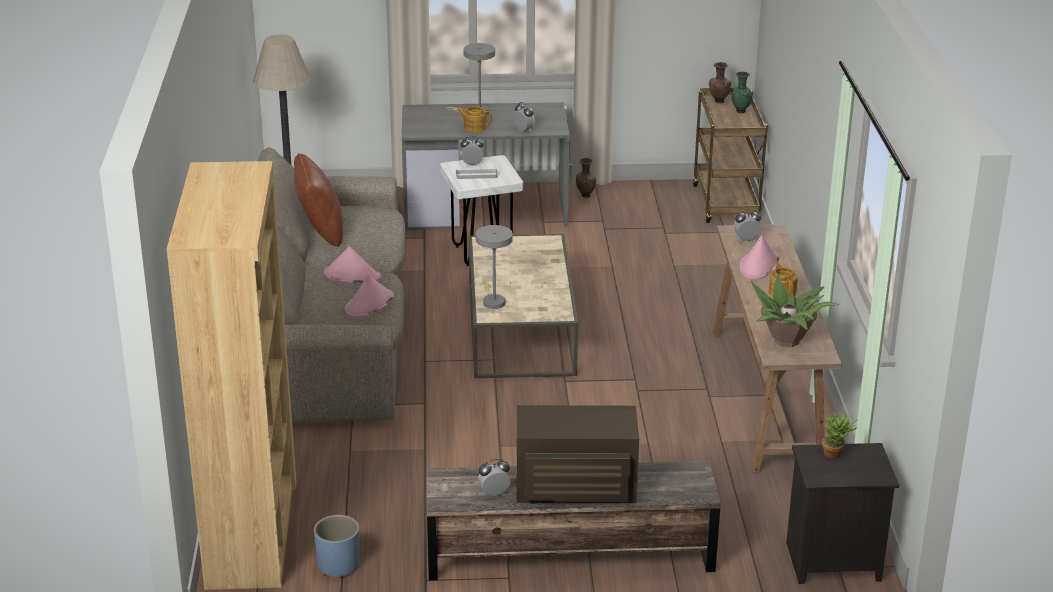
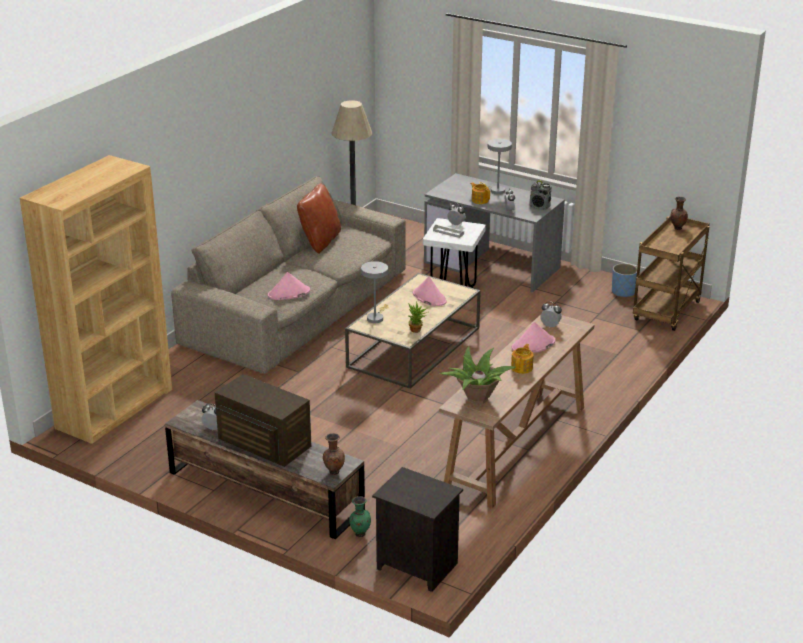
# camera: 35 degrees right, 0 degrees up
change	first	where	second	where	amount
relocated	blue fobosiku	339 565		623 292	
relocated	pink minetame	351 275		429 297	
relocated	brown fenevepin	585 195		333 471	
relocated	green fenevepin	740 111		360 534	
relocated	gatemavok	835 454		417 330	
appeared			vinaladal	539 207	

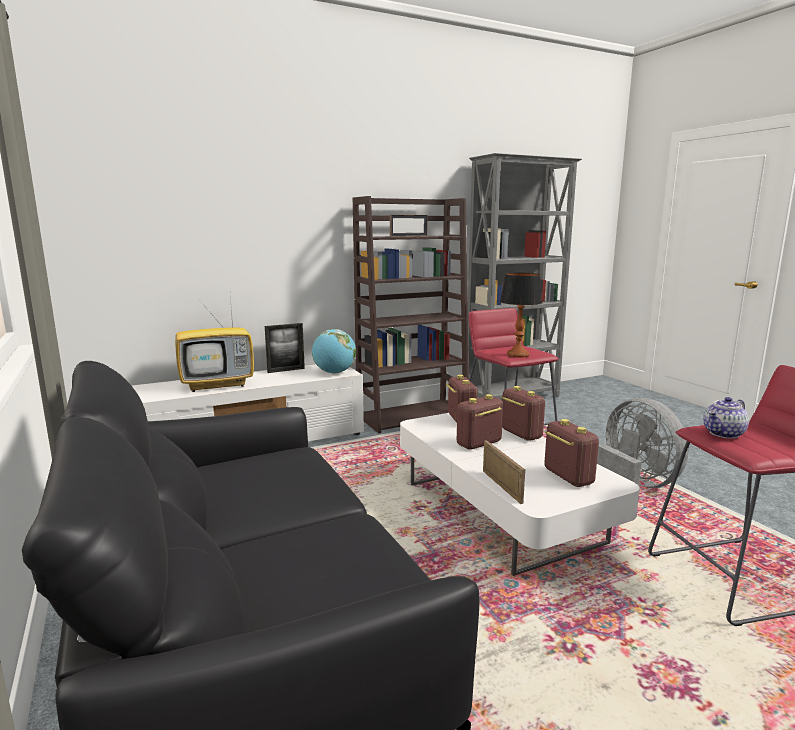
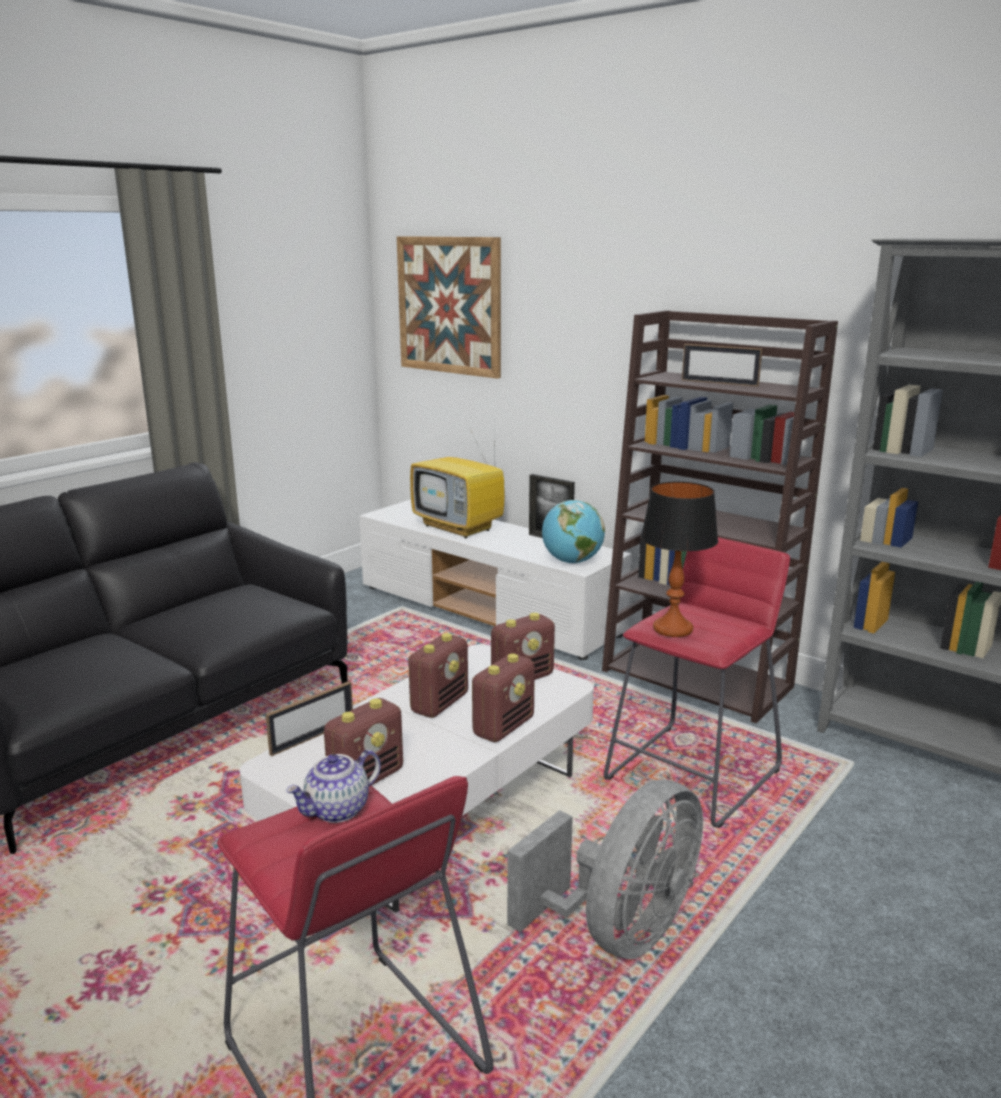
# camera: 65 degrees right, 5 degrees up
change	first	where	second	where	amount
spun	vinaladal	478 444		439 703	90 degrees clockwise
spun	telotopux	724 434		337 810	75 degrees counterclockwise
appeared			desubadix	449 305	

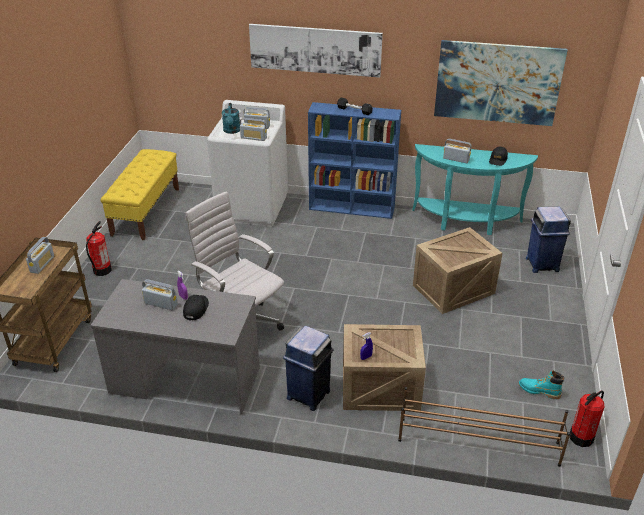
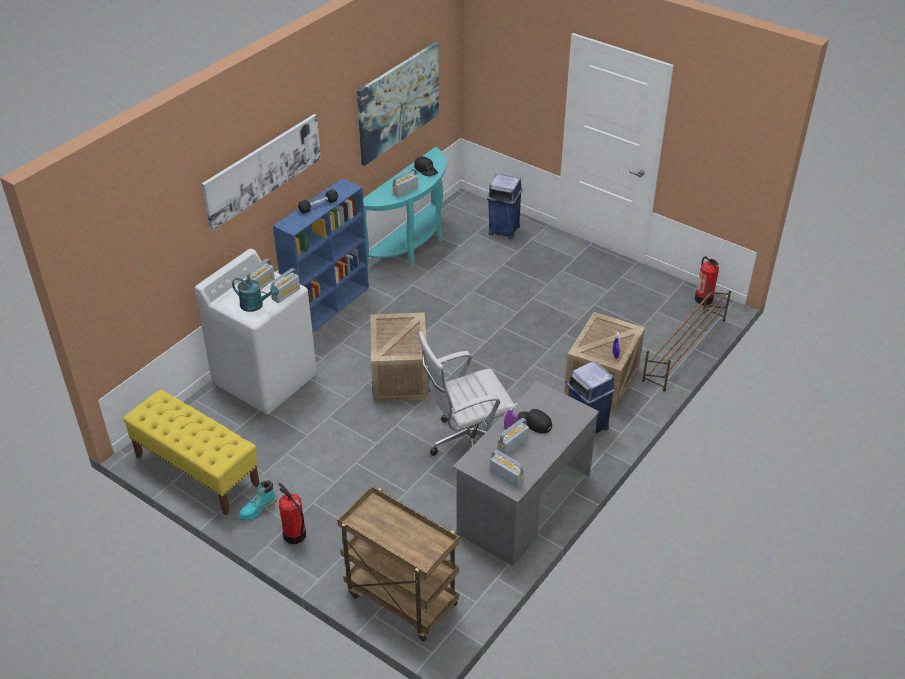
# camera: 65 degrees left, 5 degrees up
change	first	where	second	where	amount
relocated	vinaladal	42 264		506 477	
relocated	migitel	454 288		399 375	
relocated	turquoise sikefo	539 391		257 509	

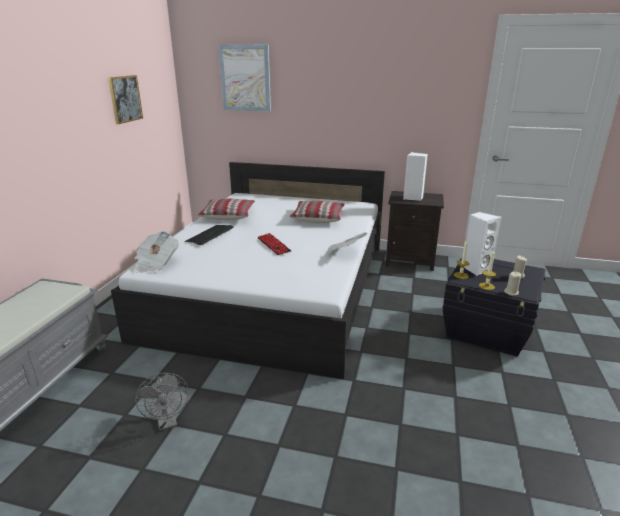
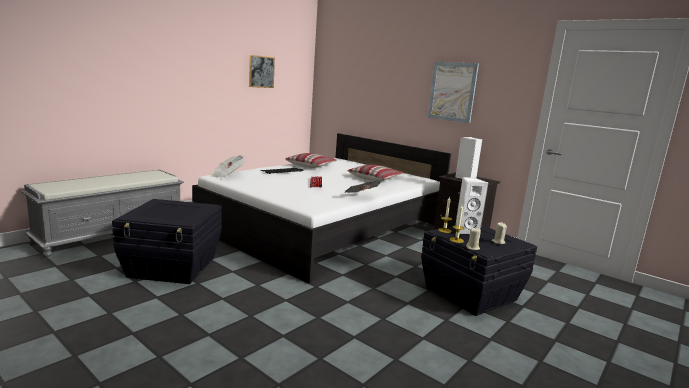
# camera: 25 degrees right, 10 degrees down
change	first	where	second	where	amount
exchanged	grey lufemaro	167 422	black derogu	173 267	
relocated	desubadix	245 78		452 91	

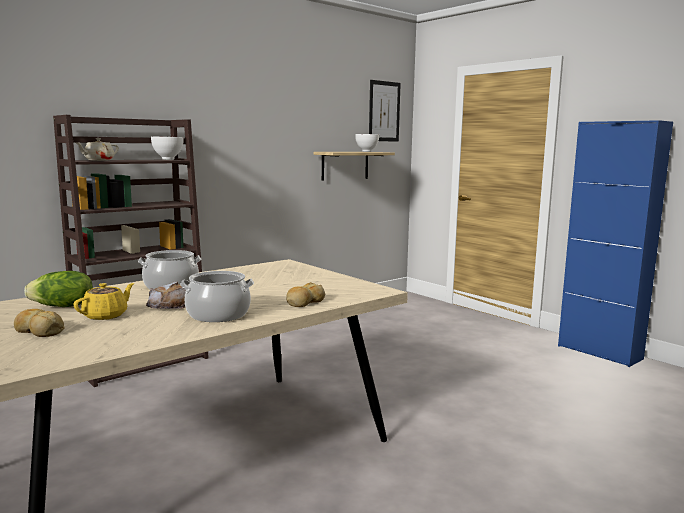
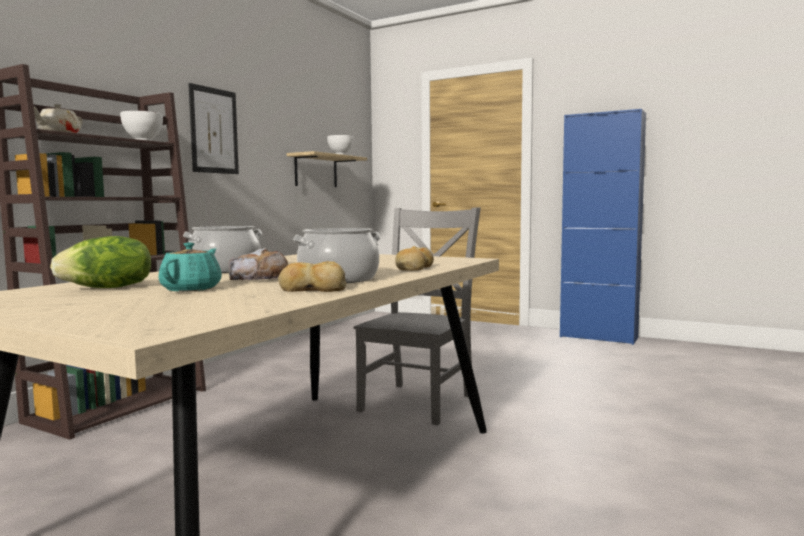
# camera: 20 degrees left, 5 degrees down
change	first	where	second	where	amount
relocated	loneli	39 331		312 289	
colour	yellow telotopux	106 316	turquoise telotopux	192 289	
relocated	desubadix	384 111		214 130	
appeared			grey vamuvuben	419 401	

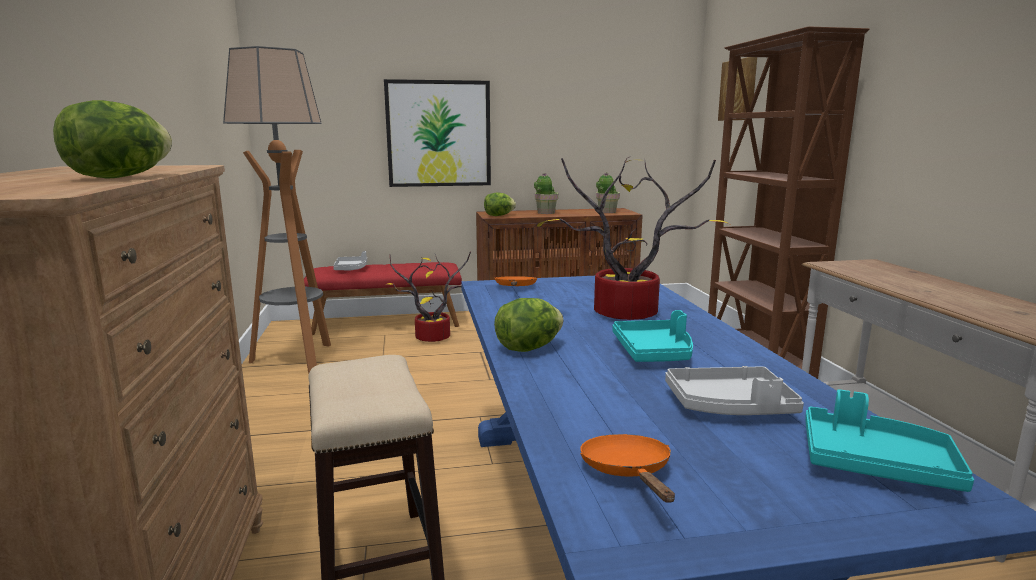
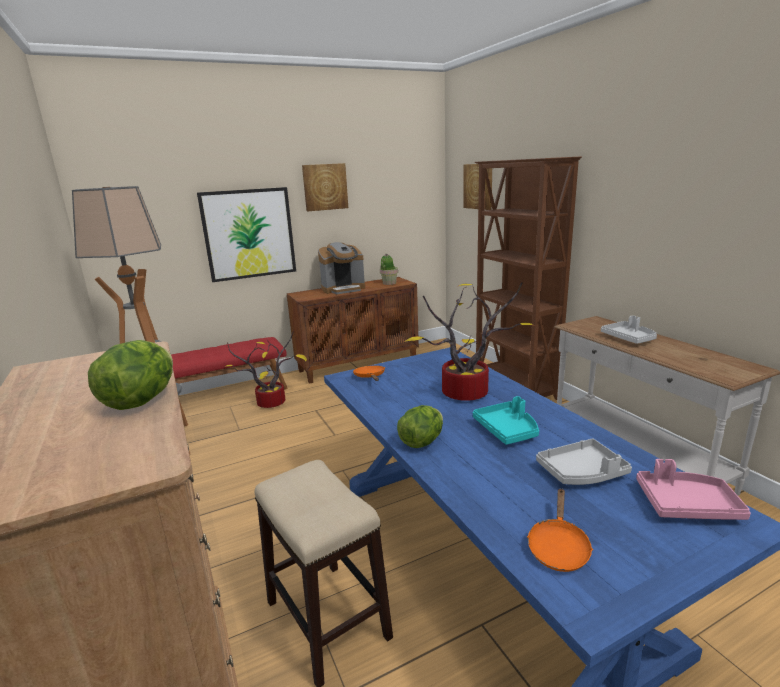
# camera: 15 degrees left, 5 degrees up
change	first	where	second	where	amount
relocated	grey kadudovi	351 269		629 338	
missing	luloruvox	498 216			
exchanged	gatemavok	545 213	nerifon	343 289	
spun	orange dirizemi	628 472		558 547	135 degrees counterclockwise
colour	turquoise kadudovi	875 464	pink kadudovi	686 505	
appeared			desubadix	325 187	

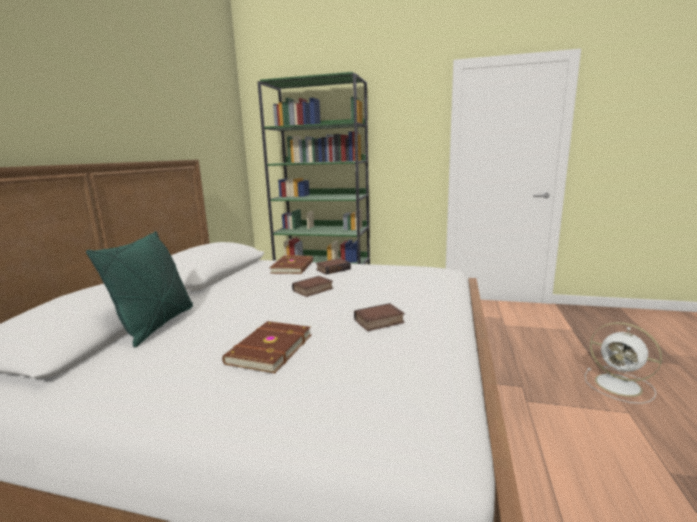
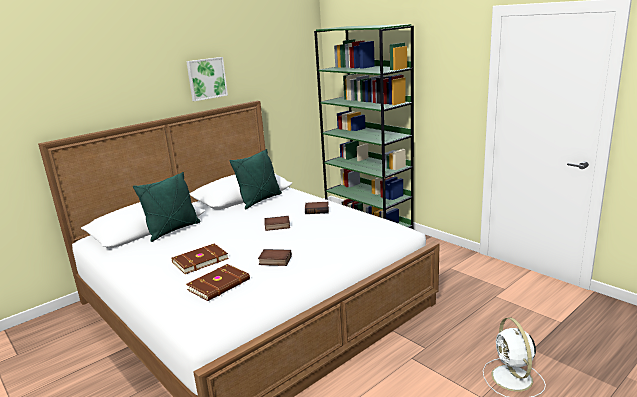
# camera: 35 degrees right, 5 degrees up
change	first	where	second	where	amount
relocated	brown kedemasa	293 267		219 285	
appeared			desubadix	206 78	
appeared			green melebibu	260 200	

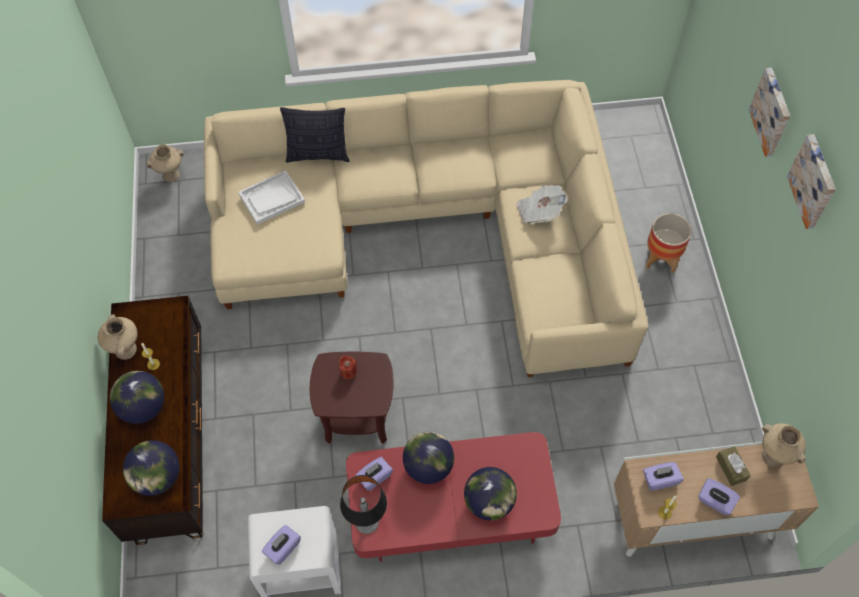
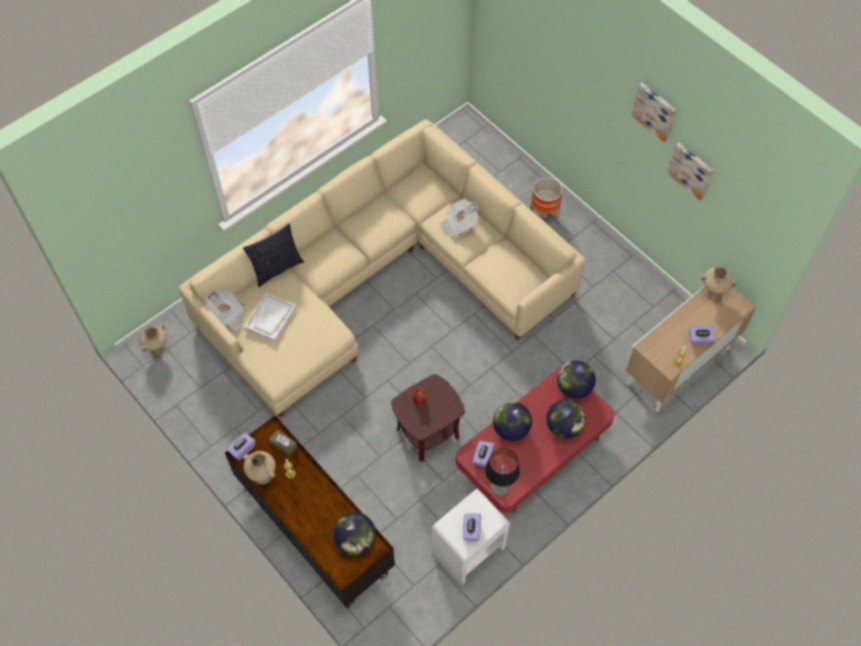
# camera: 35 degrees left, 0 degrees up
change	first	where	second	where	amount
relocated	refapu	143 407		574 388	
relocated	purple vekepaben	660 480		242 449	
relocated	brown vekepaben	731 468		283 445	
relocated	desubadix	772 112		691 170	
appeared			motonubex	228 315	

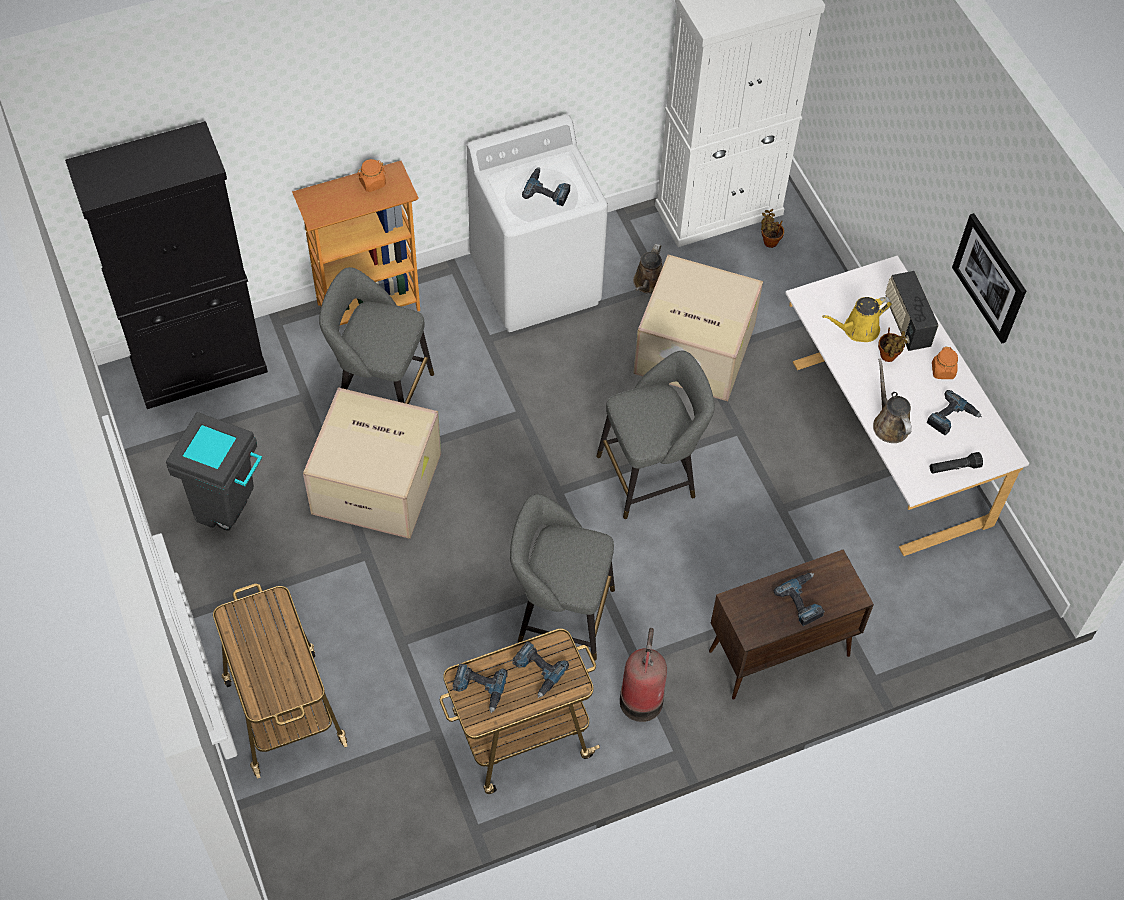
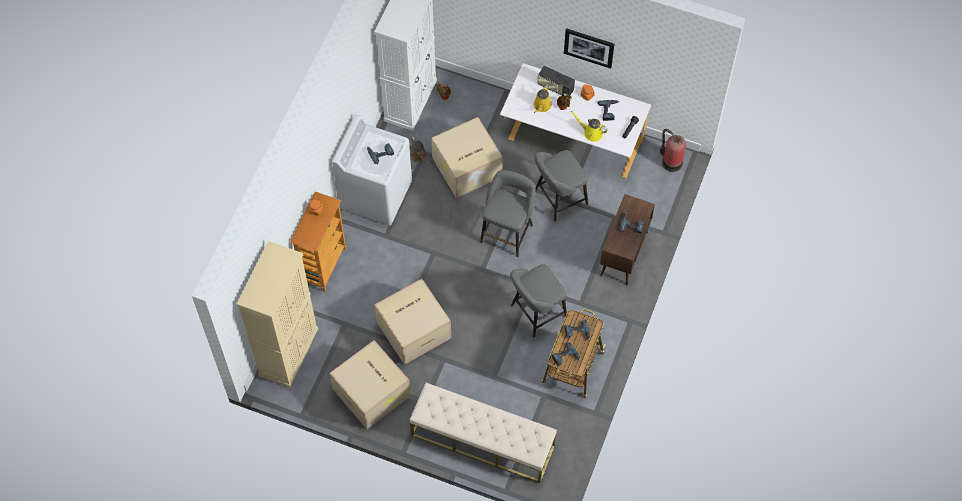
# camera: 45 degrees left, 5 degrees up
change	first	where	second	where	amount
colour	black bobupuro	200 367	beige bobupuro	288 352	
exchanged	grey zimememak	230 511	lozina	373 393	
exchanged	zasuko	284 709	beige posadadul	482 440	
relocated	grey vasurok	380 392		558 199	
relocated	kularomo	641 697		671 161	
colour	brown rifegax	889 424	yellow rifegax	591 133	

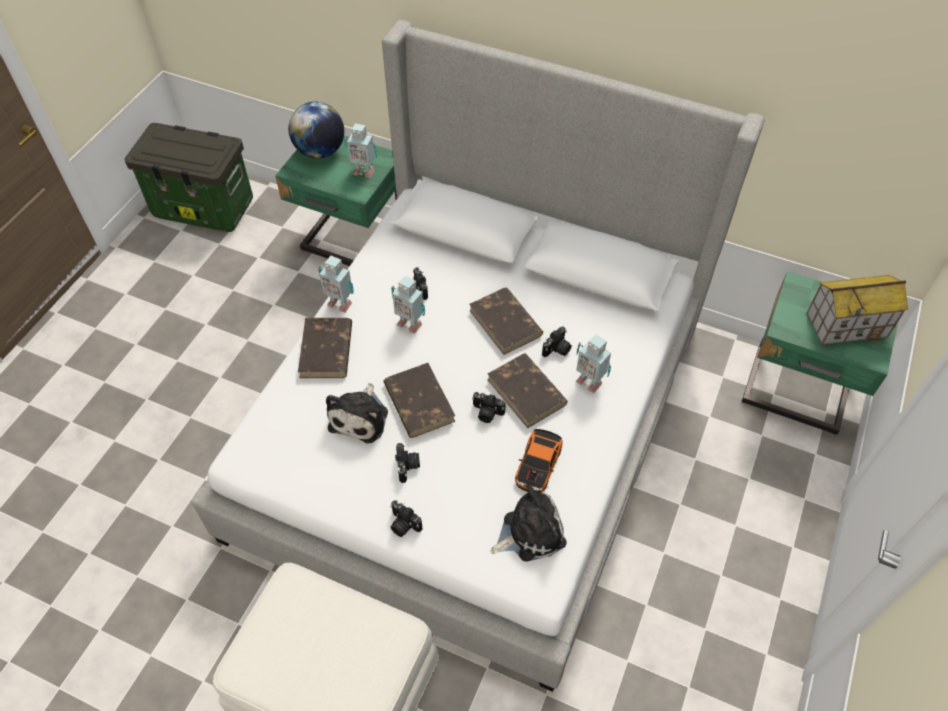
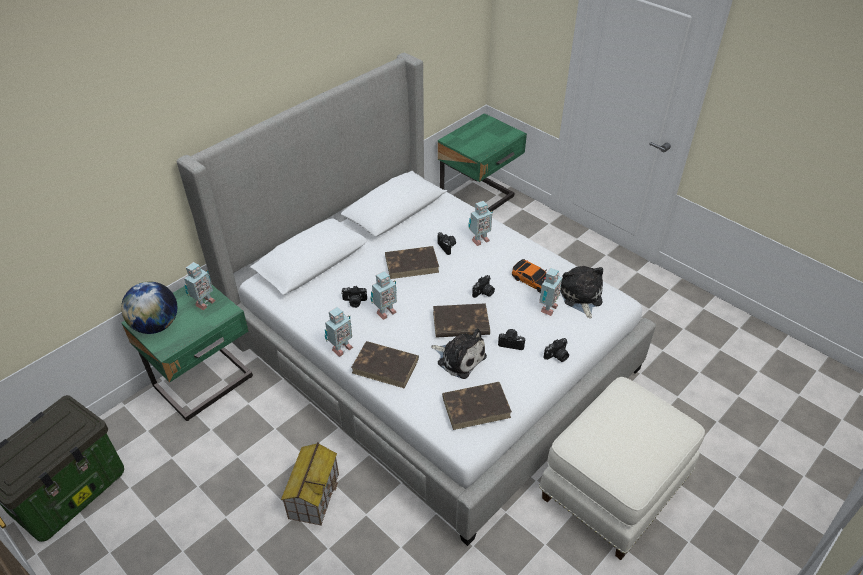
# camera: 70 degrees left, 10 degrees down
change	first	where	second	where	amount
relocated	brown kedemasa	527 392		476 407	
relocated	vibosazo	847 324		313 495	
appeared			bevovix	547 308	

